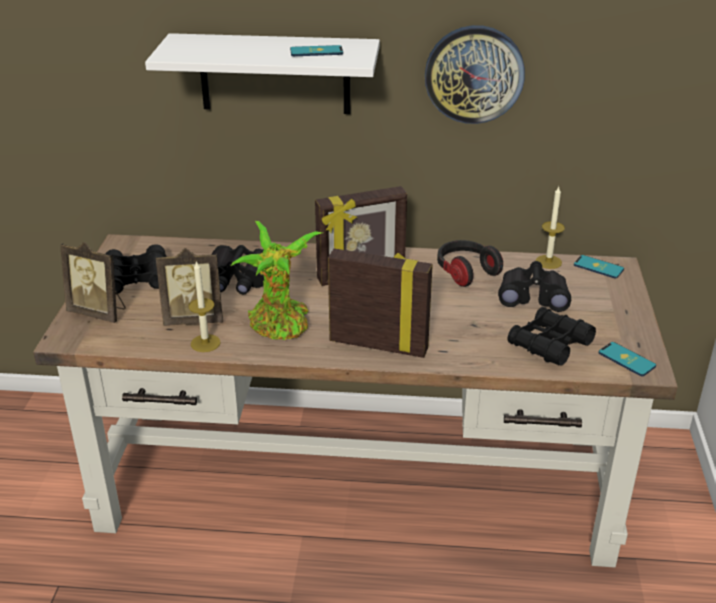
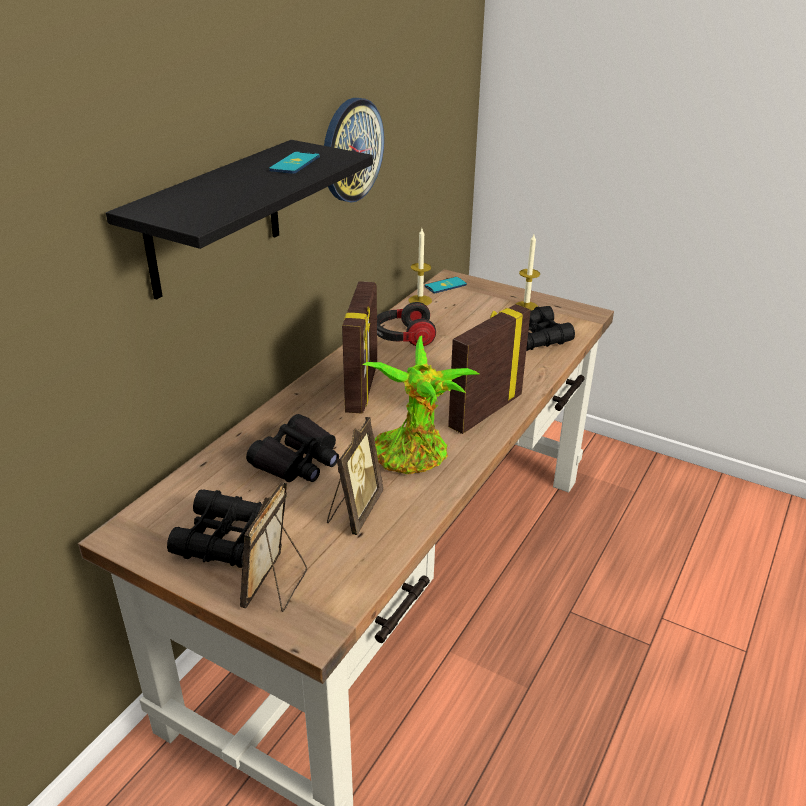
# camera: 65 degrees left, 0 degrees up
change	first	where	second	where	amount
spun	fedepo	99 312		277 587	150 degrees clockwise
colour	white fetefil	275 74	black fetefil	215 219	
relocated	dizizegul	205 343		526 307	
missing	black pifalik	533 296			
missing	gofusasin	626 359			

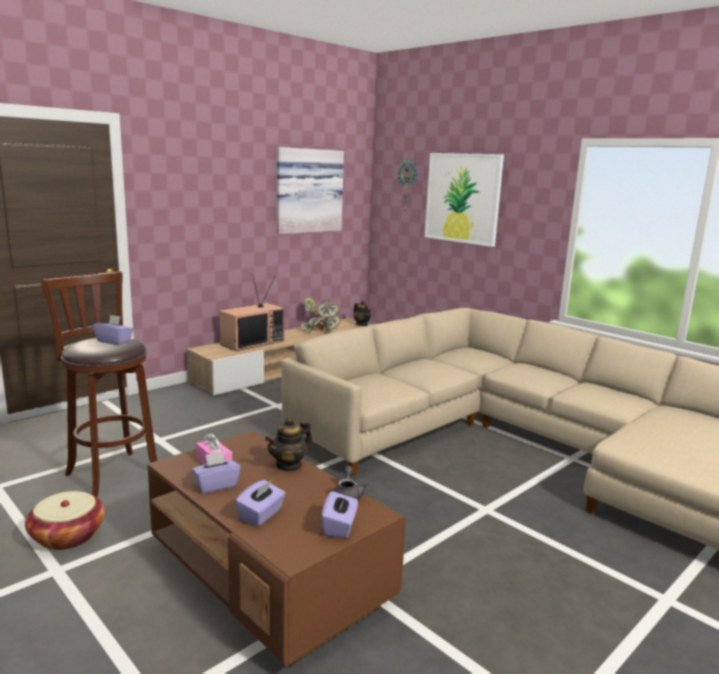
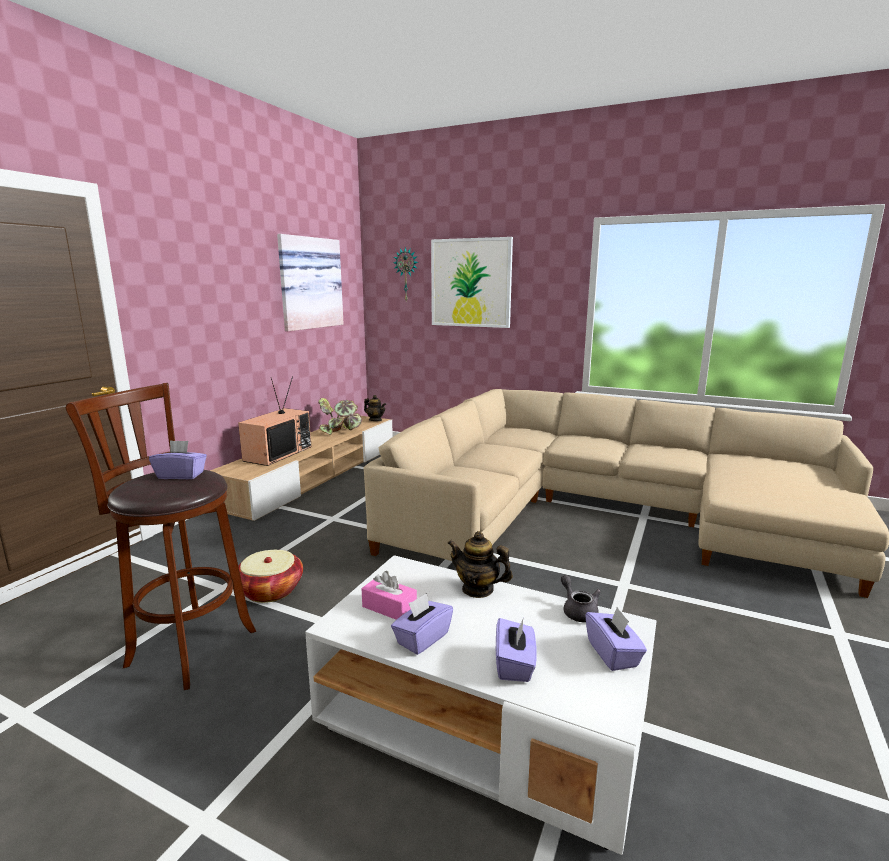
# camera: 20 degrees left, 0 degrees up
change	first	where	second	where	amount
relocated	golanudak	67 536		270 590	
colour	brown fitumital	268 573	white fitumital	482 727	
spun	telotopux	289 465		478 589	90 degrees clockwise

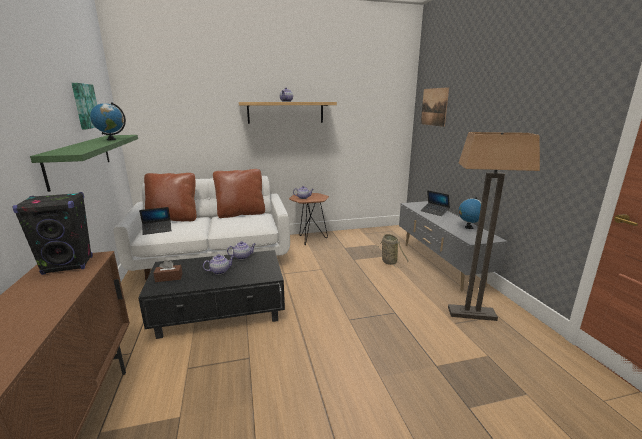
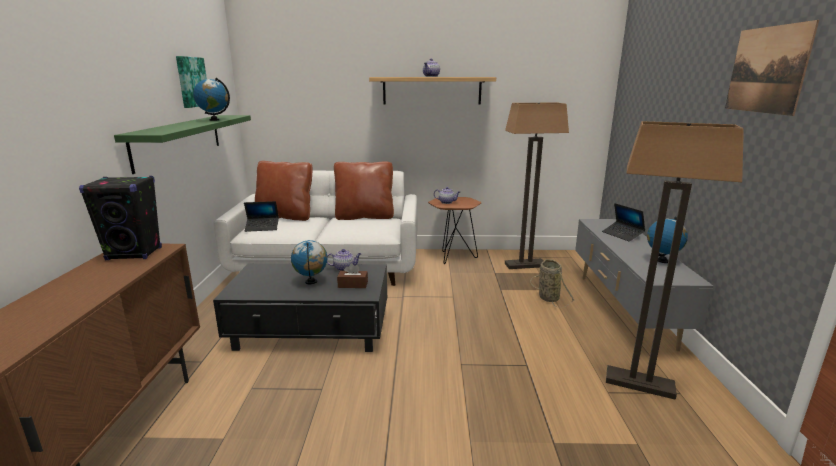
# camera: 15 degrees right, 0 degrees up
change	first	where	second	where	amount
relocated	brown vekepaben	169 278		353 284	
exchanged	telotopux	220 271	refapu	311 282	
relocated	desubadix	434 107		766 70	
appeared			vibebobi	525 265	

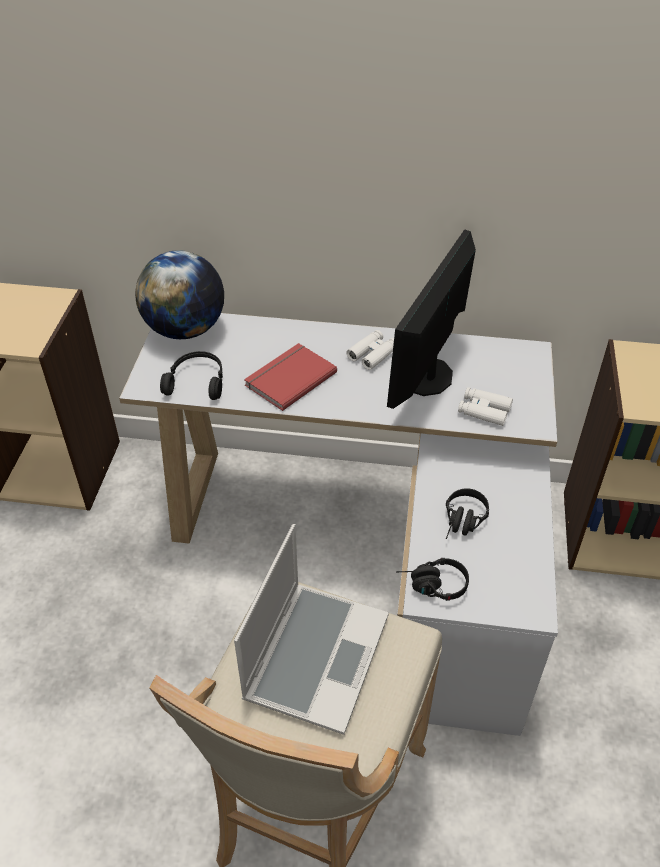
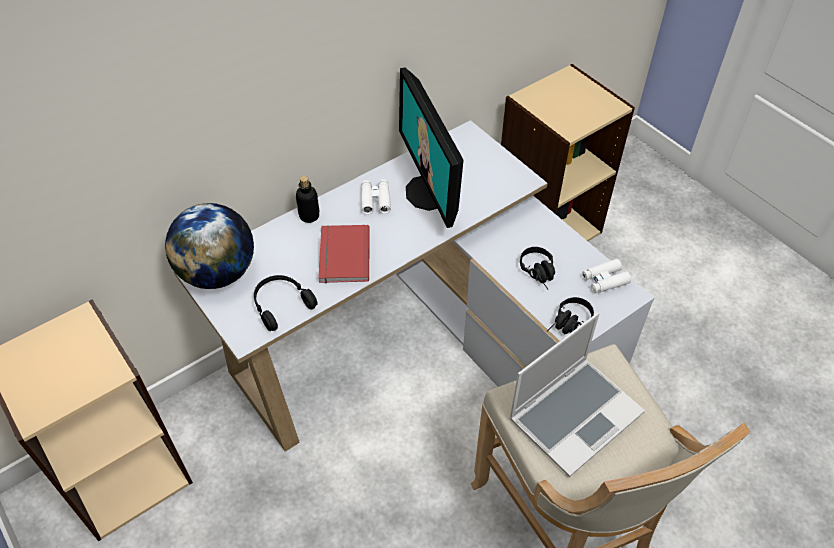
# camera: 45 degrees left, 5 degrees up
change	first	where	second	where	amount
spun	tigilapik	315 655		575 414	75 degrees clockwise
relocated	white pifalik	484 411		604 280	
appeared			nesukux	309 216	

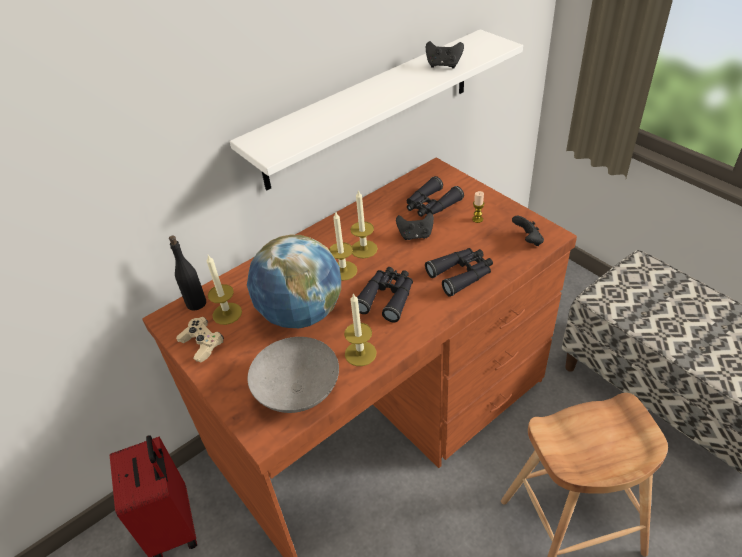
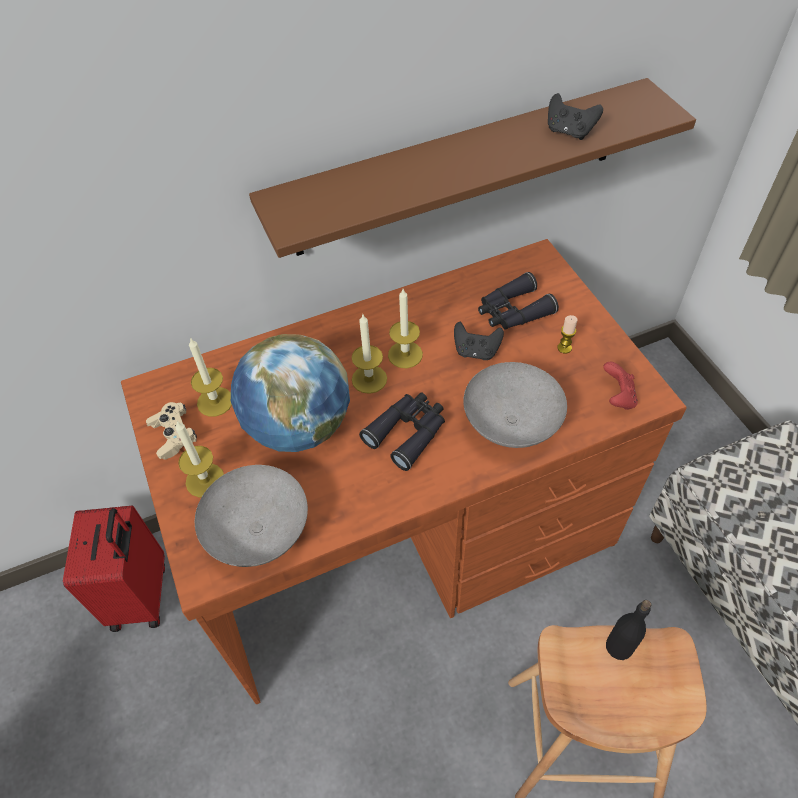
# camera: 15 degrees right, 10 degrees up
change	first	where	second	where	amount
relocated	black nesukux	196 303		619 646	
colour	white fetefil	370 108	brown fetefil	459 169	
relocated	dizizegul	360 353		205 480	
exchanged	black pifalik	461 274	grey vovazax	512 425	
colour	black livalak	527 240	red livalak	617 397	

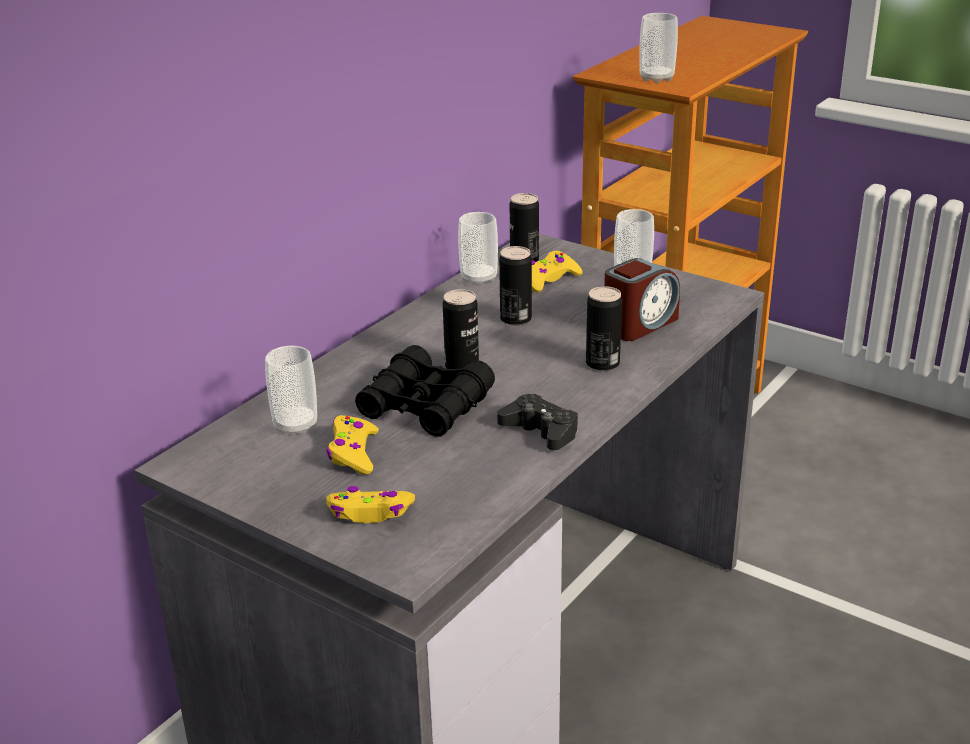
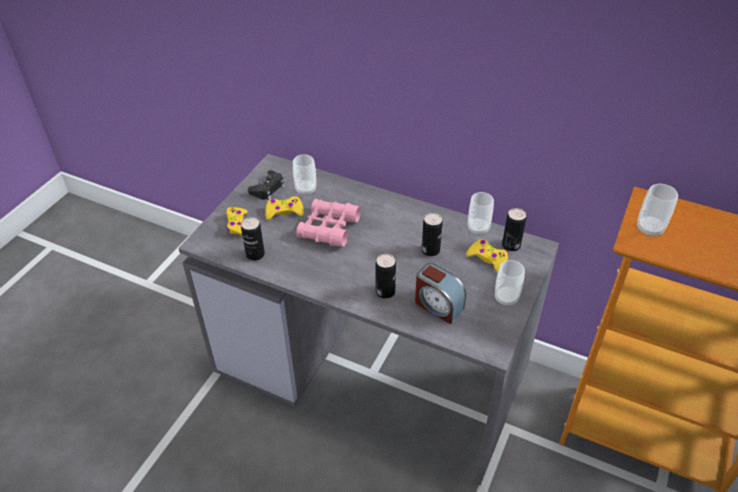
# camera: 80 degrees right, 15 degrees up
change	first	where	second	where	amount
colour	black pifalik	425 406	pink pifalik	329 228	
relocated	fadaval	462 366		255 254	
relocated	black livalak	540 431		268 189	

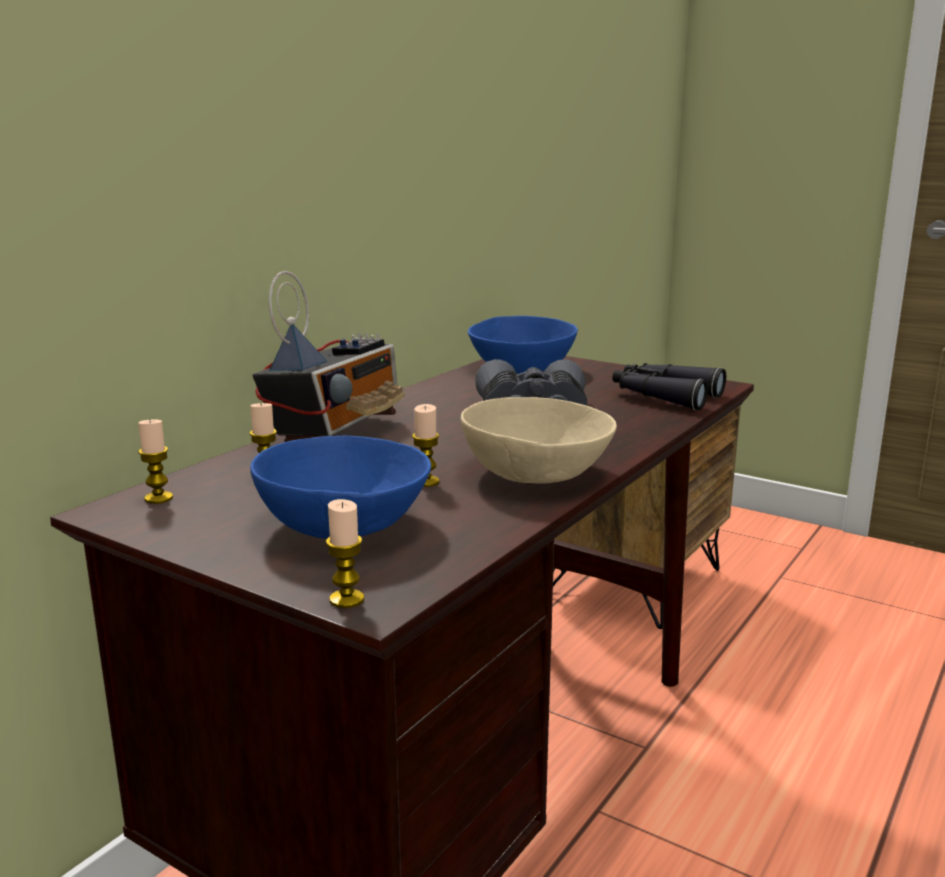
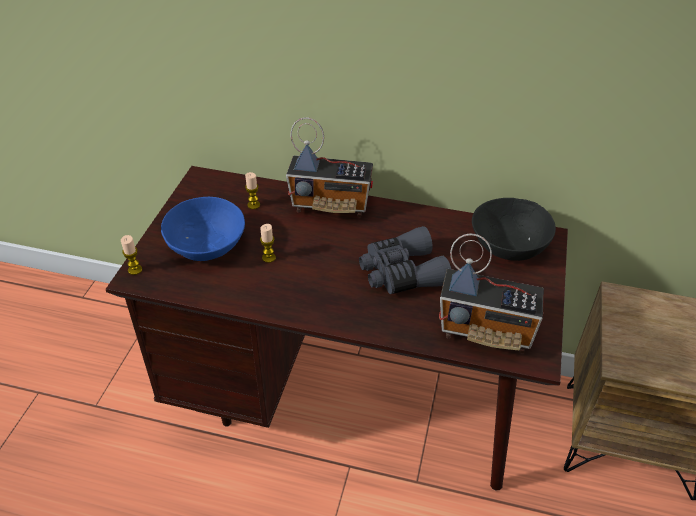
# camera: 70 degrees right, 25 degrees up
change	first	where	second	where	amount
missing	dizizegul	158 498			
missing	beige vovazax	536 473			
colour	blue vovazax	522 369	black vovazax	508 246	
exchanged	black pifalik	664 396	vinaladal	486 330	

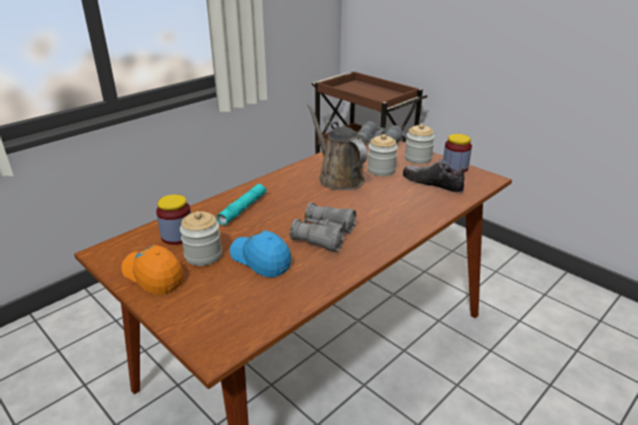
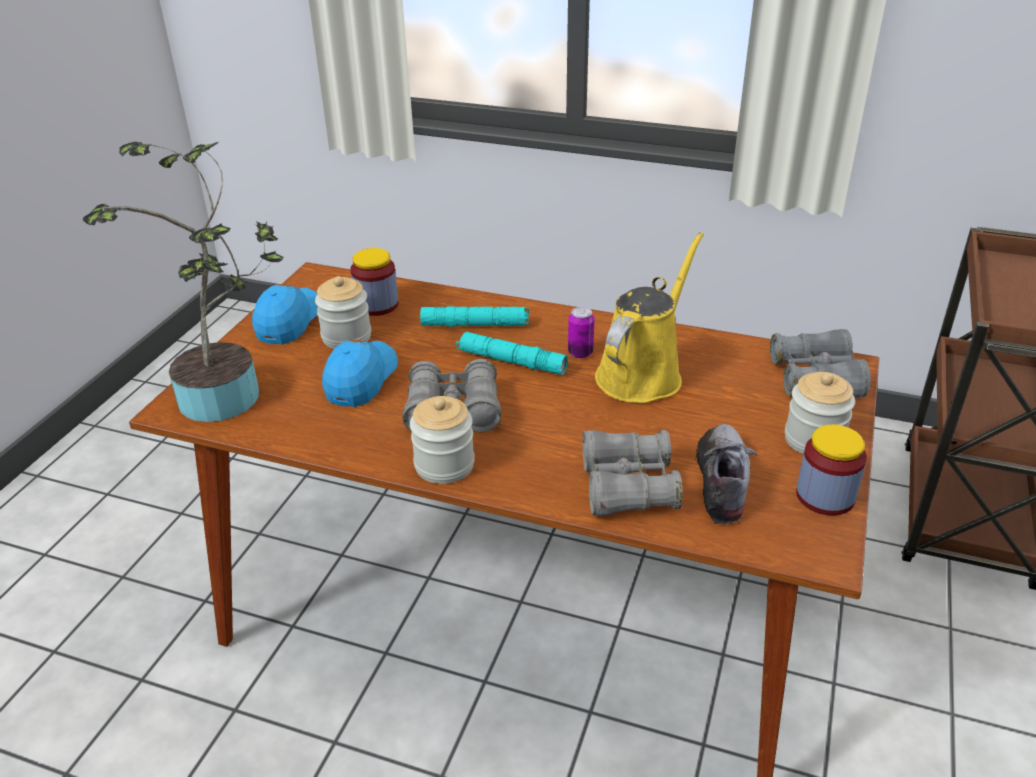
# camera: 65 degrees right, 5 degrees up
change	first	where	second	where	amount
colour	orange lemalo	153 276	blue lemalo	289 321	
colour	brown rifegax	338 177	yellow rifegax	643 373	
relocated	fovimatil	381 170		444 465	
appeared			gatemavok	229 397	
appeared			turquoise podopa	511 361	
appeared			fadaval	580 353	
appeared			grey pifalik	628 486	

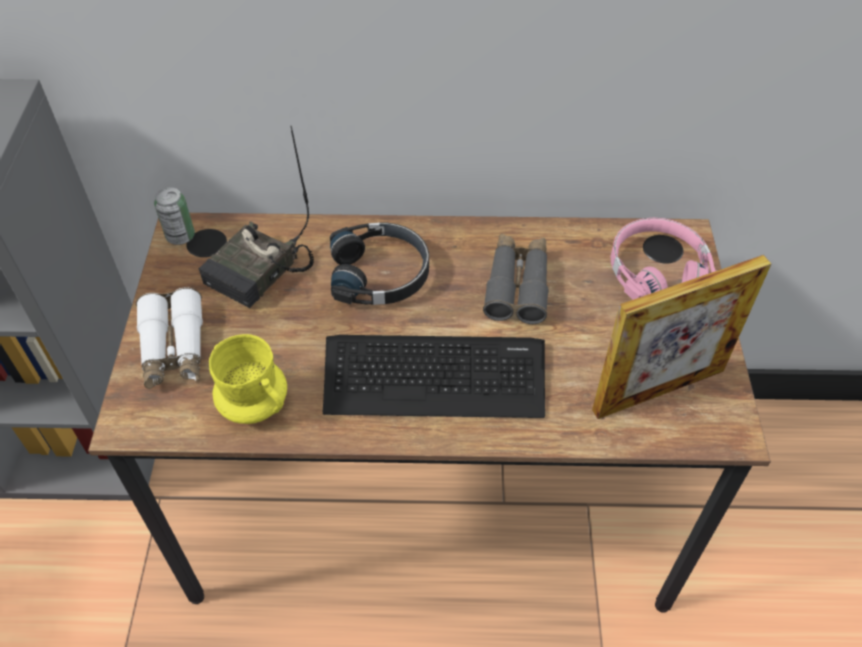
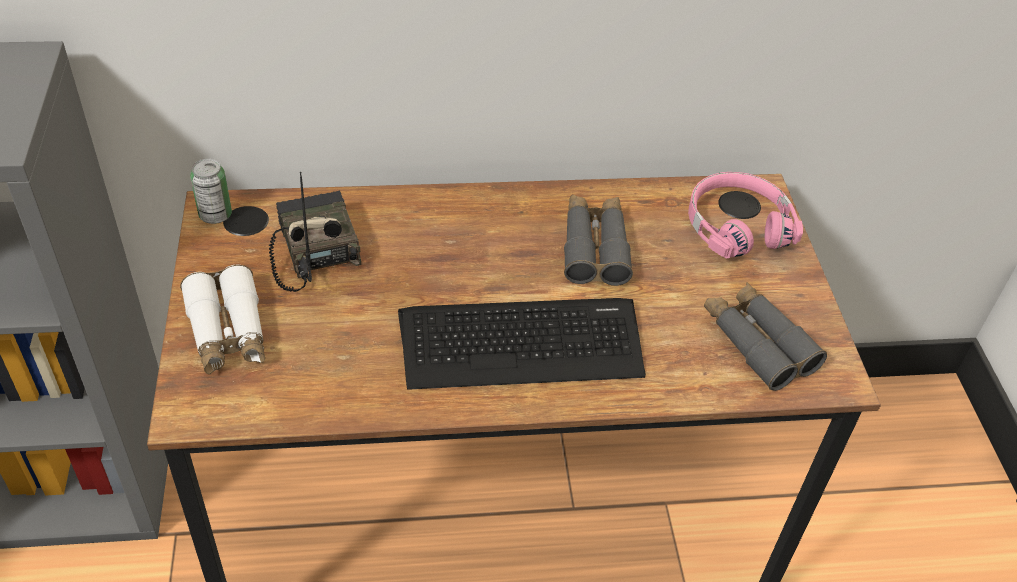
# camera: 10 degrees left, 5 degrees down
change	first	where	second	where	amount
spun	vinaladal	260 273		312 249	135 degrees clockwise
missing	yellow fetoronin	254 404			
missing	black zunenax	380 274			
exchanged	fedepo	658 390	grey pifalik	757 343	

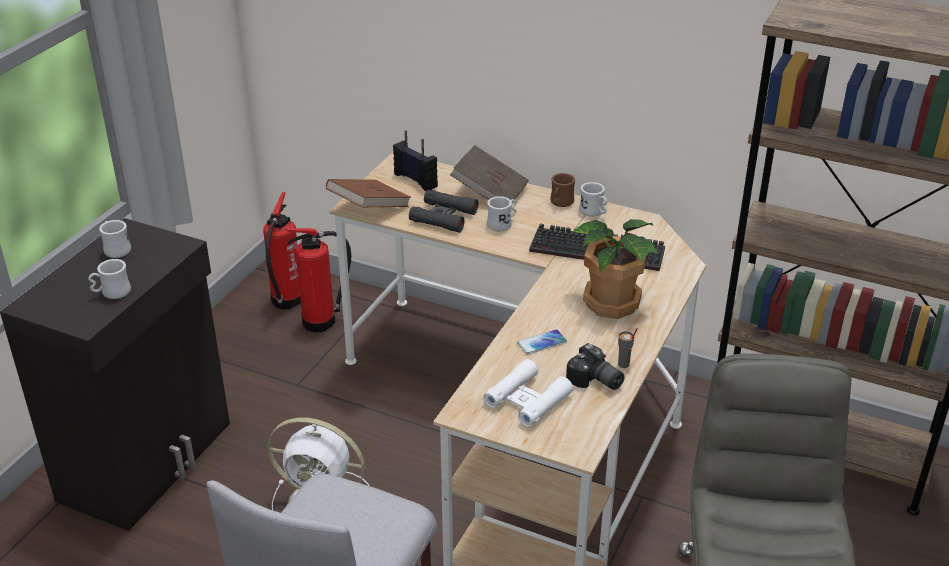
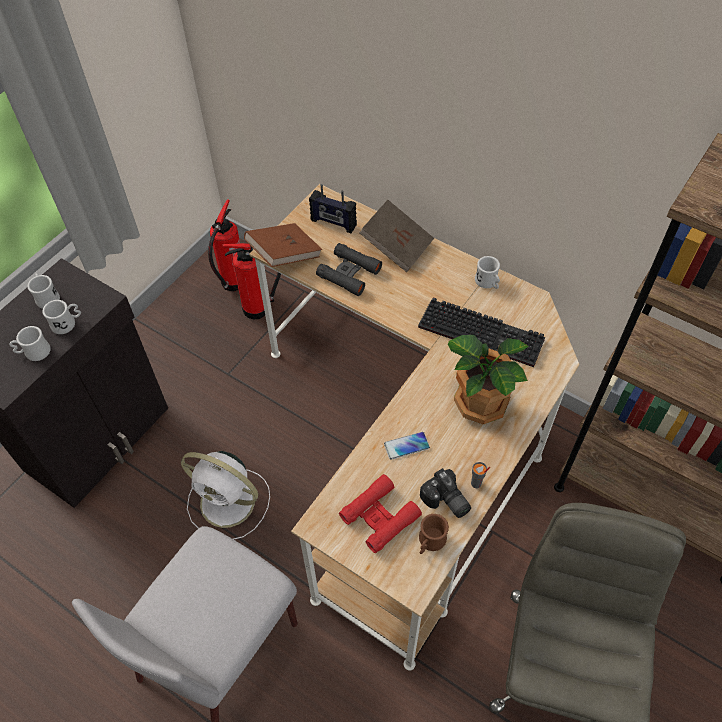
# camera: 10 degrees right, 20 degrees up
change	first	where	second	where	amount
spun	vinaladal	416 180		333 223	150 degrees clockwise
colour	white pifalik	527 400	red pifalik	379 517	
relocated	white fetoronin	502 224		67 323	
relocated	brown fetoronin	560 203		430 542	

